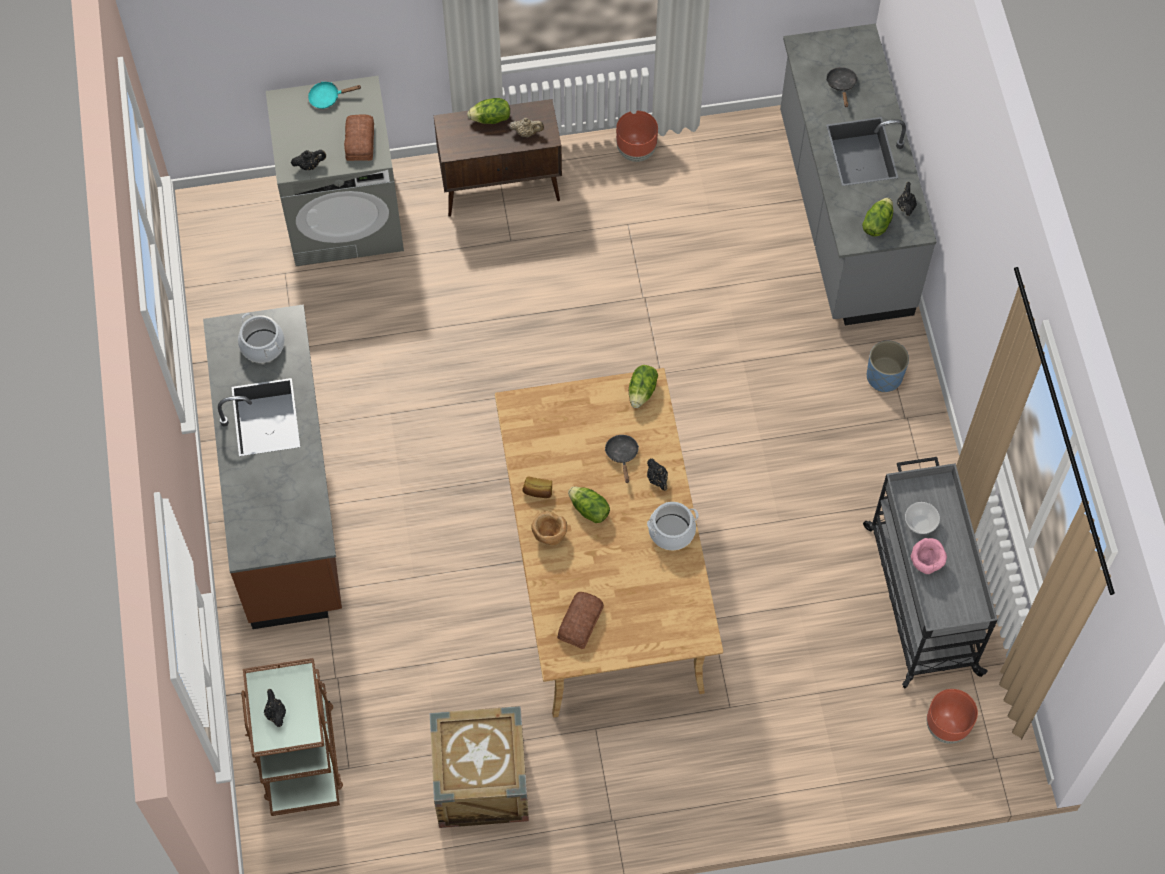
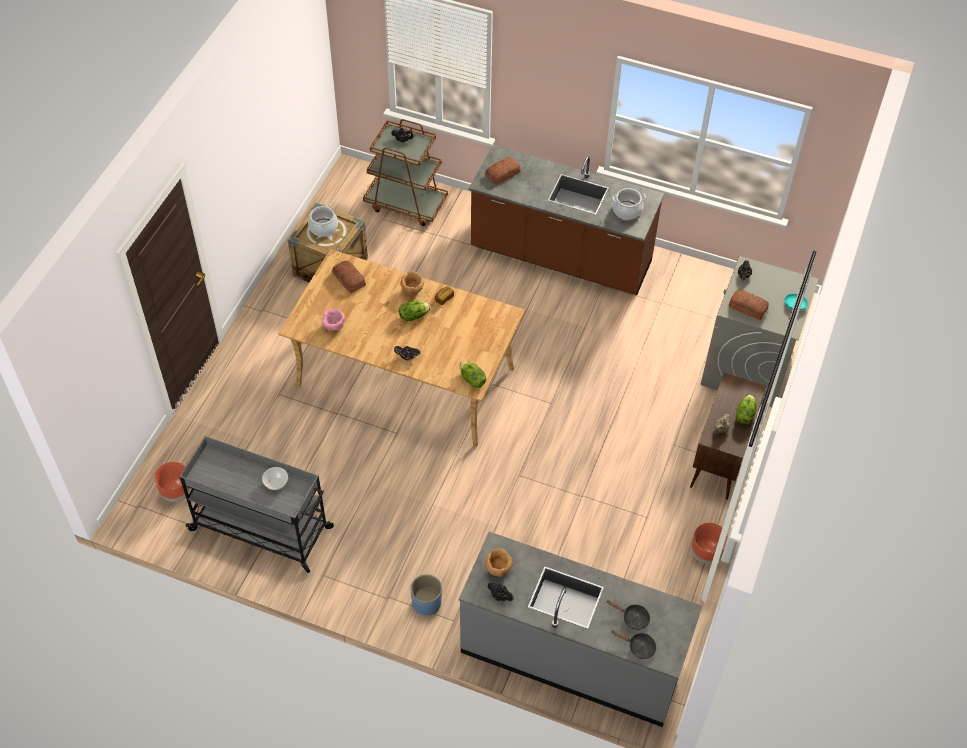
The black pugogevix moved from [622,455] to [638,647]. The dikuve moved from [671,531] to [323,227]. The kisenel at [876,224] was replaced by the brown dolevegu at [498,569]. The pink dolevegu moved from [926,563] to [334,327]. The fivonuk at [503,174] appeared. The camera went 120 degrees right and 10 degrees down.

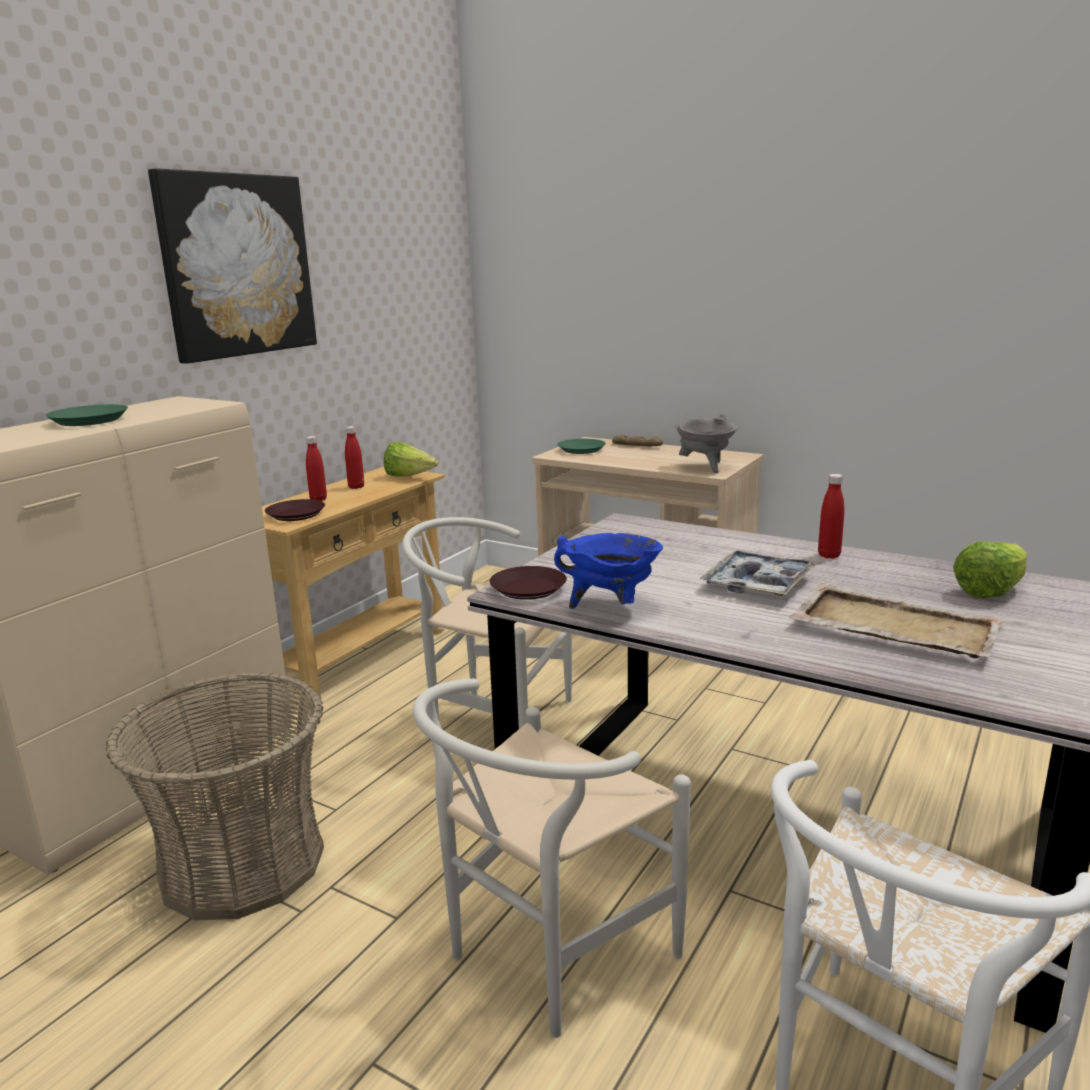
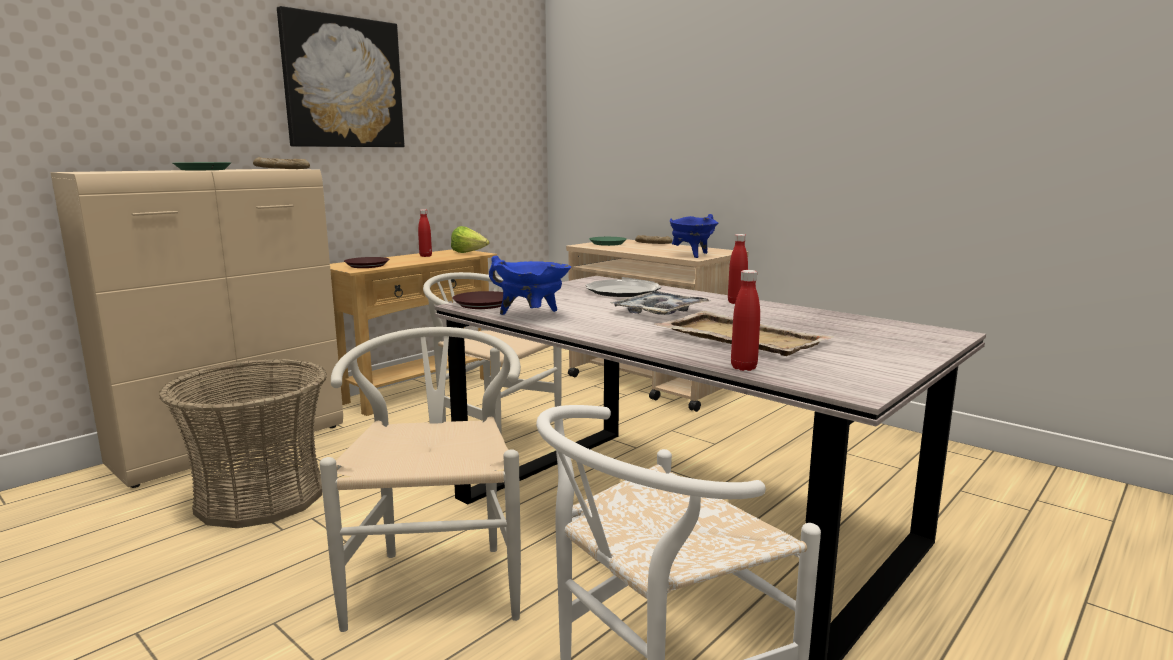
The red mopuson moved from [318,499] to [743,368]. The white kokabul at [545,957] turned 120 degrees clockwise. The grey dikuve at [705,467] became the blue dikuve at [691,255]. The kisenel at [990,591] disappeared. The fivonuk at [282,169] appeared. The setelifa at [622,291] appeared. The camera went 10 degrees right and 5 degrees down.

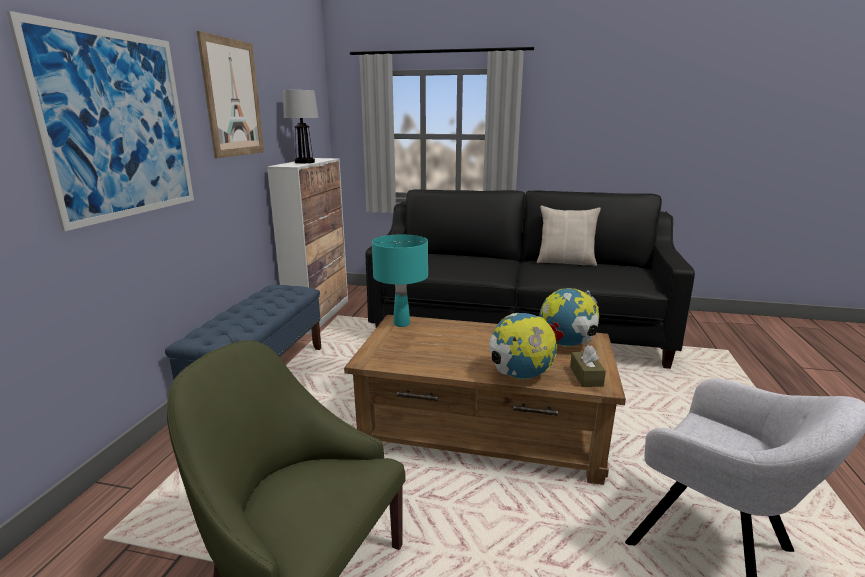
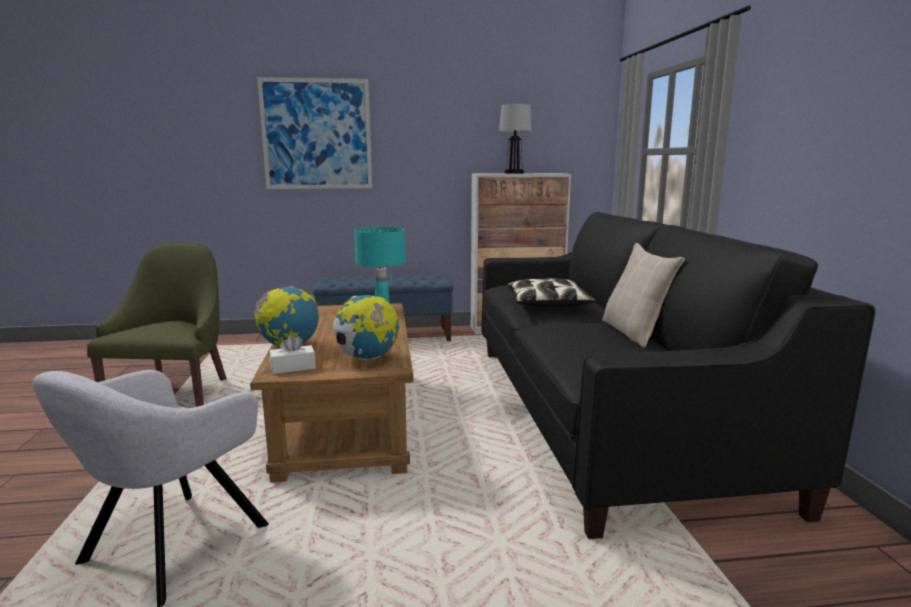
The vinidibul at [233,98] disappeared. The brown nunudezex at [586,376] became the white nunudezex at [293,367]. The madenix at [547,303] appeared. The camera went 70 degrees right and 5 degrees down.

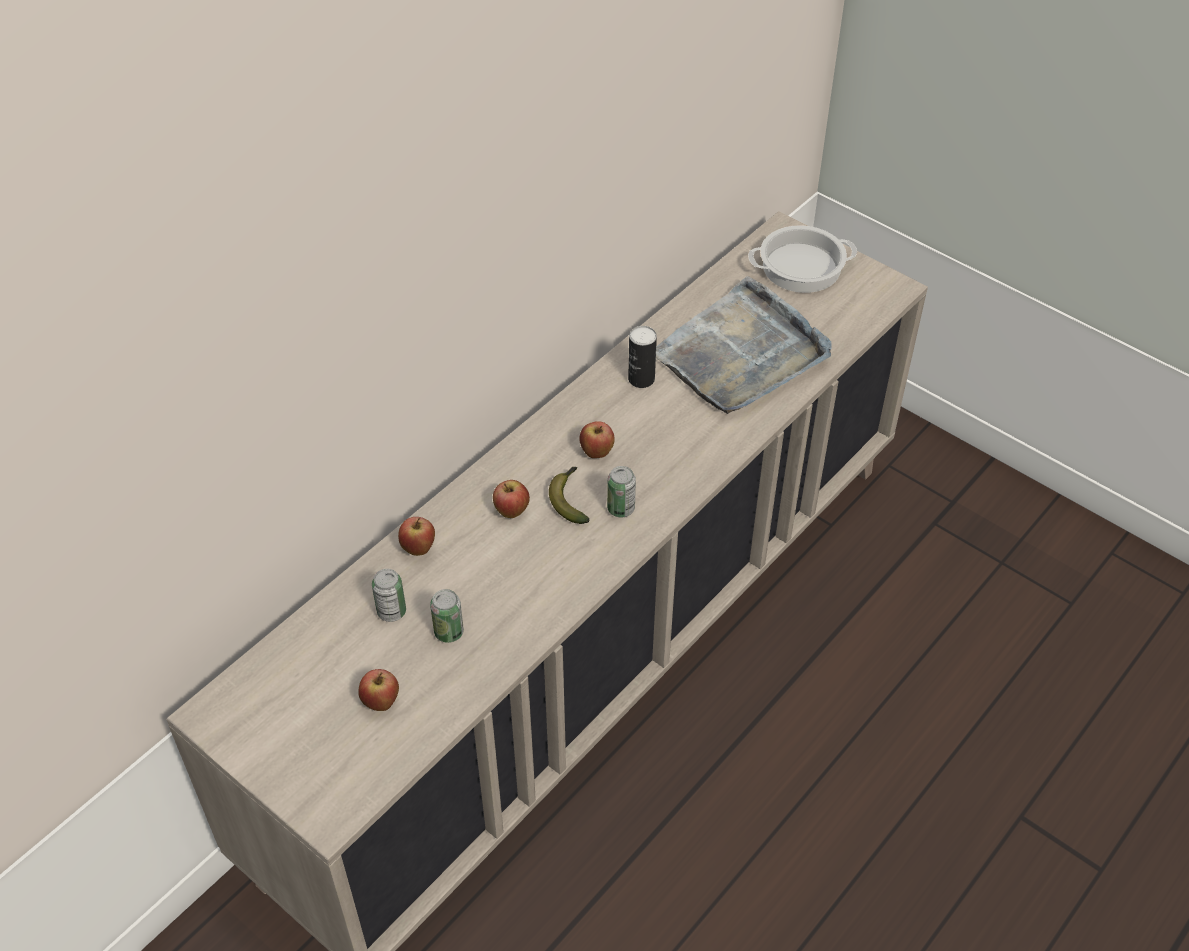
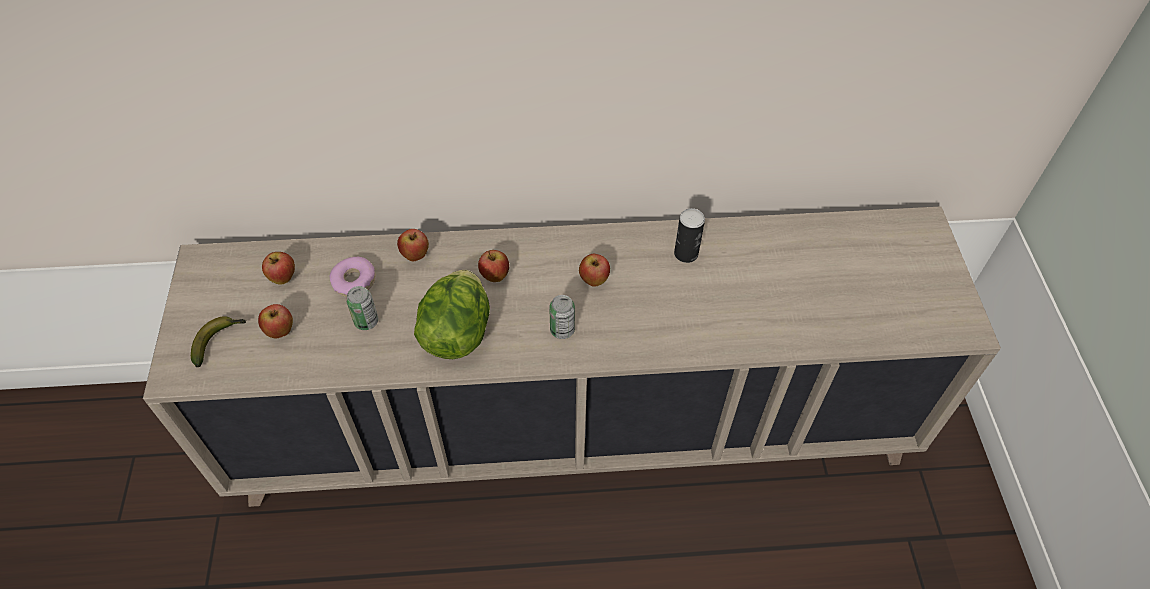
The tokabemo at [391,611] was replaced by the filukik at [354,281]. The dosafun moved from [569,499] to [218,341]. The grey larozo at [741,353] disappeared. The dikuve at [801,266] disappeared. The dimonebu at [283,278] appeared. The kisenel at [457,333] appeared. The camera went 45 degrees right and 5 degrees up.

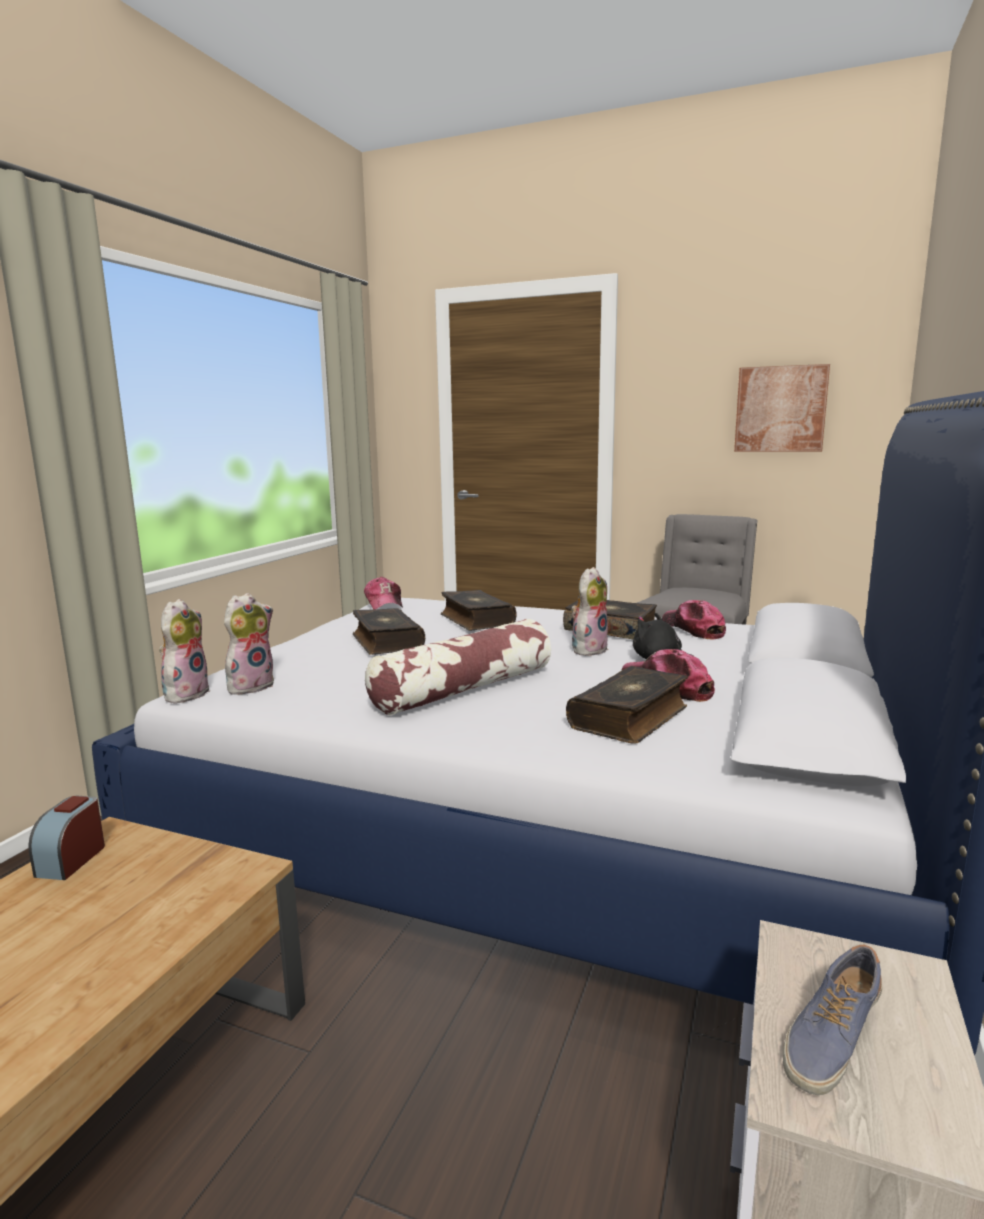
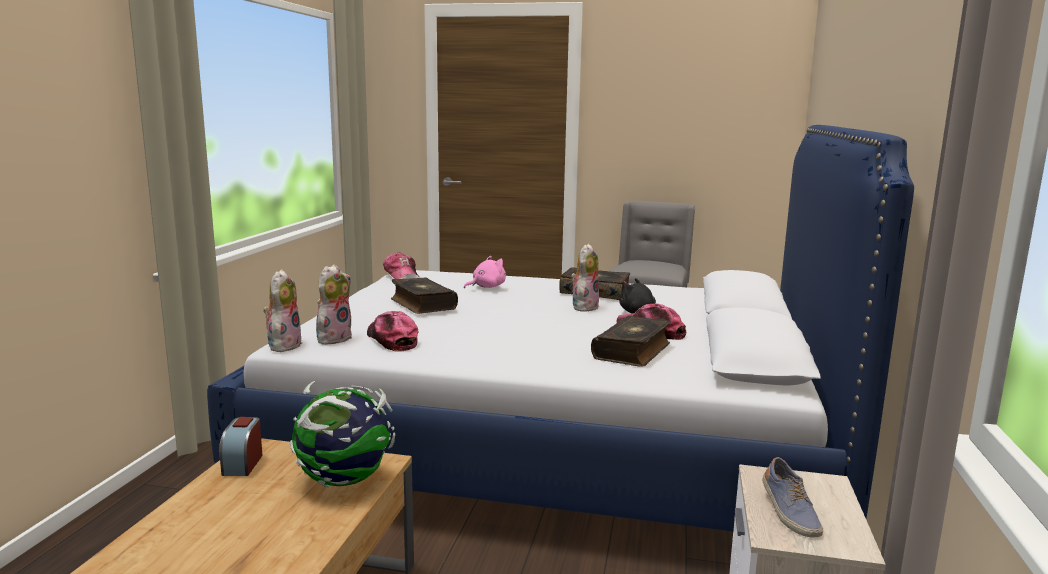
The madenix at [463,689] disappeared. The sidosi at [475,620] was replaced by the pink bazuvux at [486,287]. The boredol moved from [693,629] to [391,340]. The vinidibul at [780,409] disappeared. The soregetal at [830,1038] turned 45 degrees counterclockwise. The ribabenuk at [344,480] appeared. The camera went 10 degrees left and 0 degrees up.

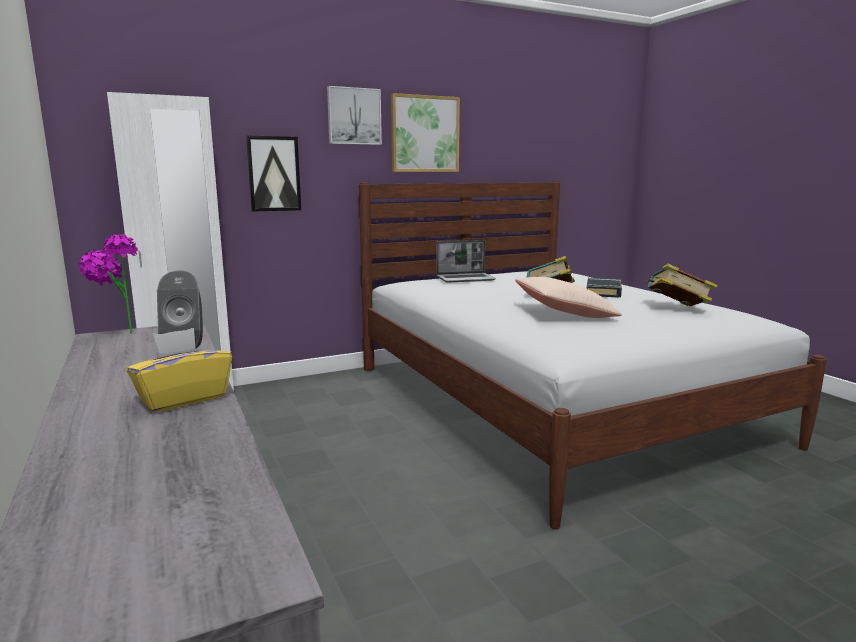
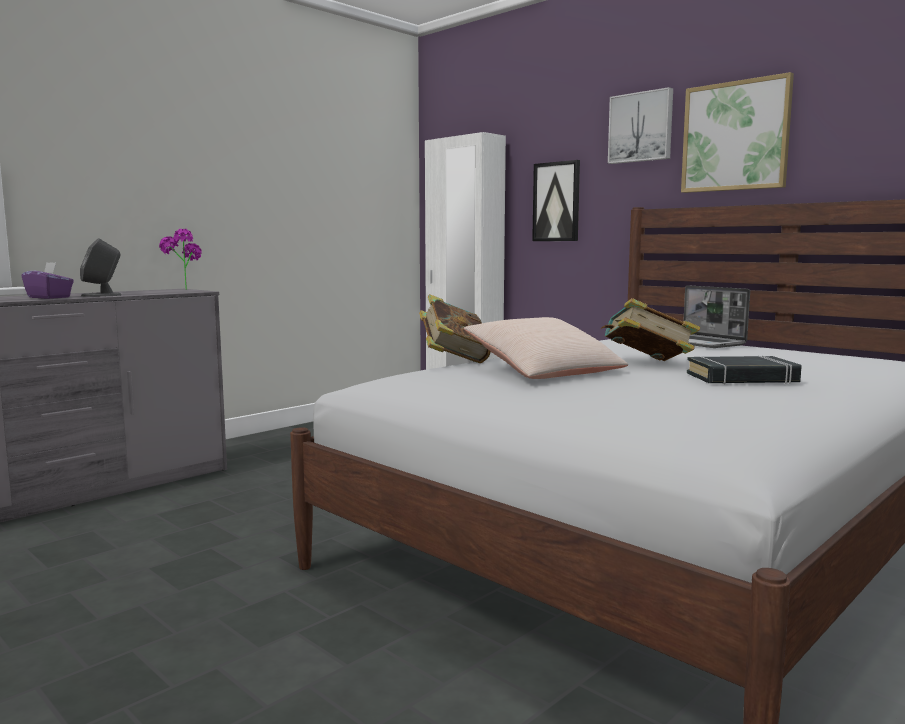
The yellow nunudezex at [183,398] became the purple nunudezex at [49,297]. The sidosi moved from [676,309] to [454,360]. The camera went 70 degrees right and 5 degrees down.

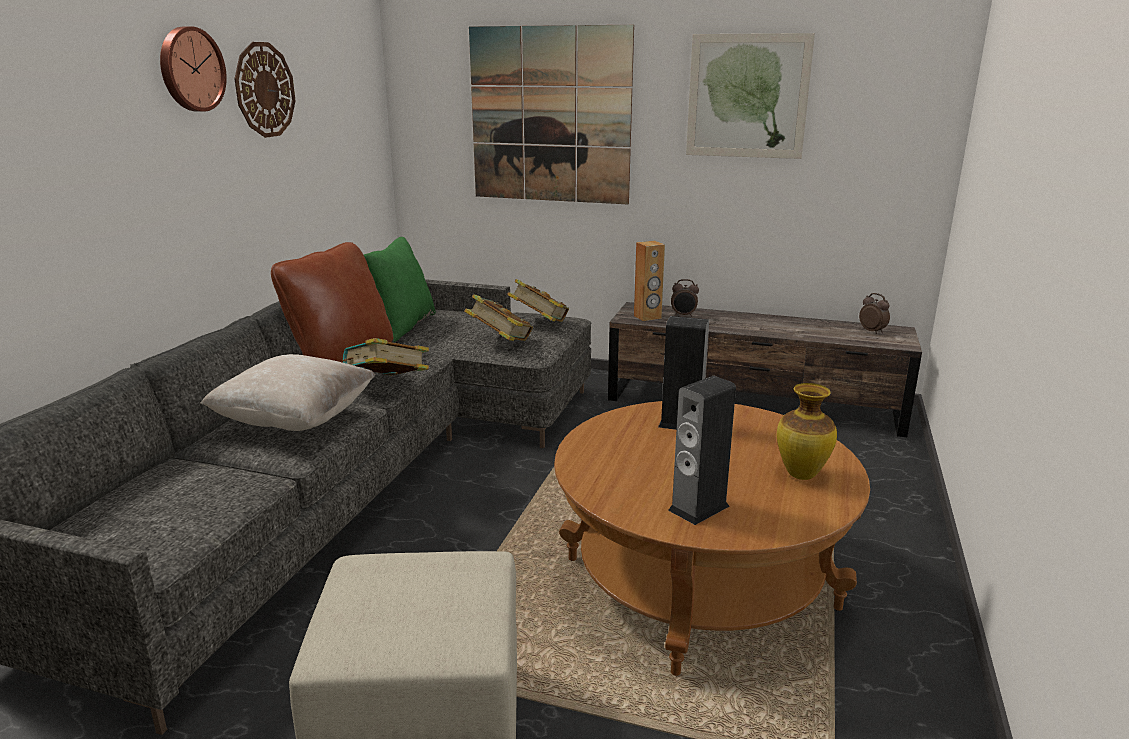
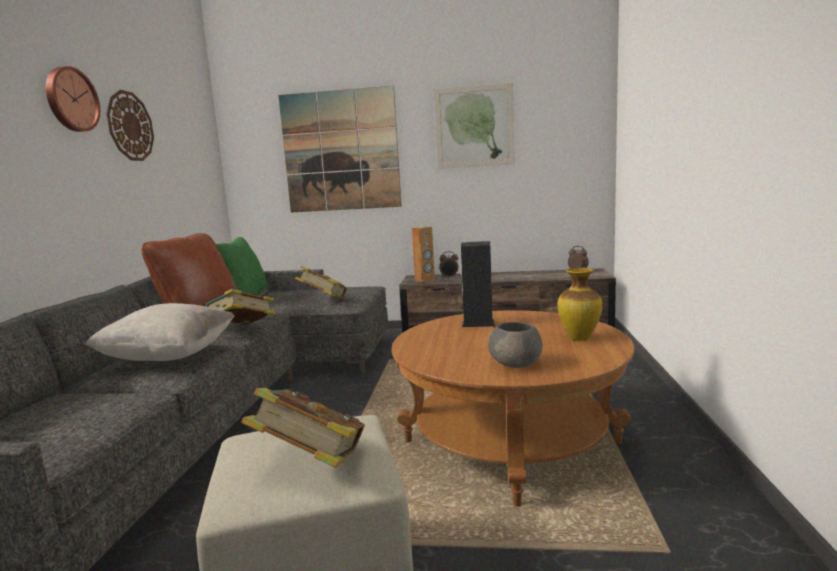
The sidosi moved from [539,324] to [311,464]. The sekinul at [698,508] was replaced by the grey dolevegu at [516,364]. The camera went 10 degrees left and 10 degrees down.

